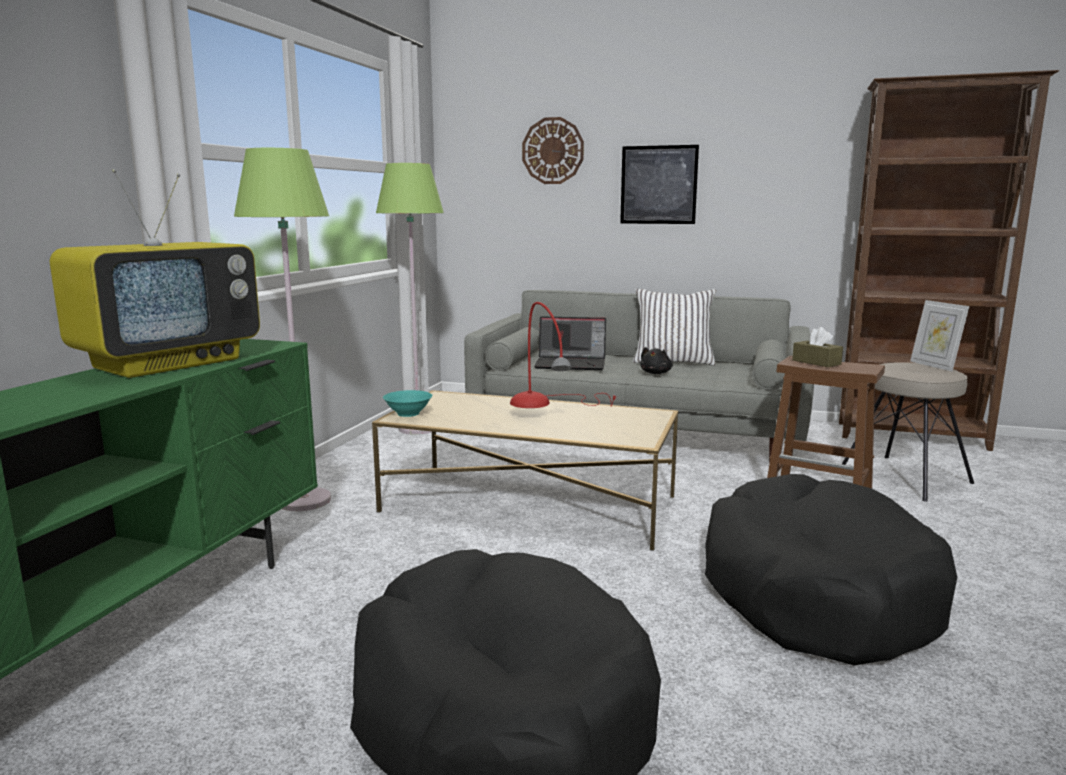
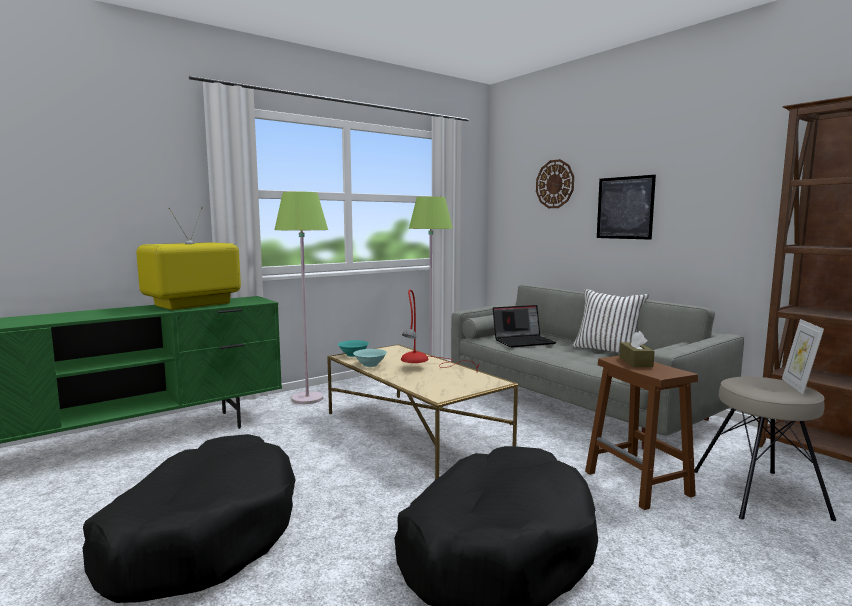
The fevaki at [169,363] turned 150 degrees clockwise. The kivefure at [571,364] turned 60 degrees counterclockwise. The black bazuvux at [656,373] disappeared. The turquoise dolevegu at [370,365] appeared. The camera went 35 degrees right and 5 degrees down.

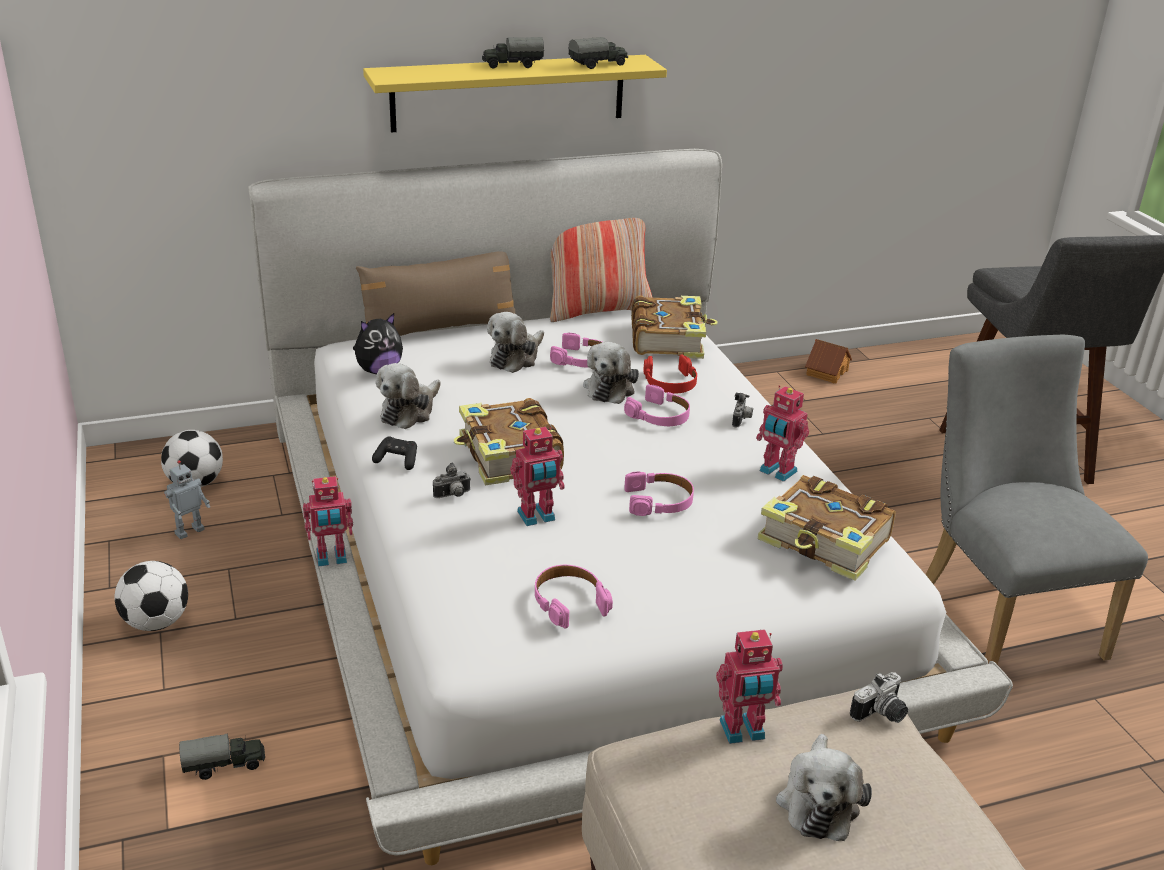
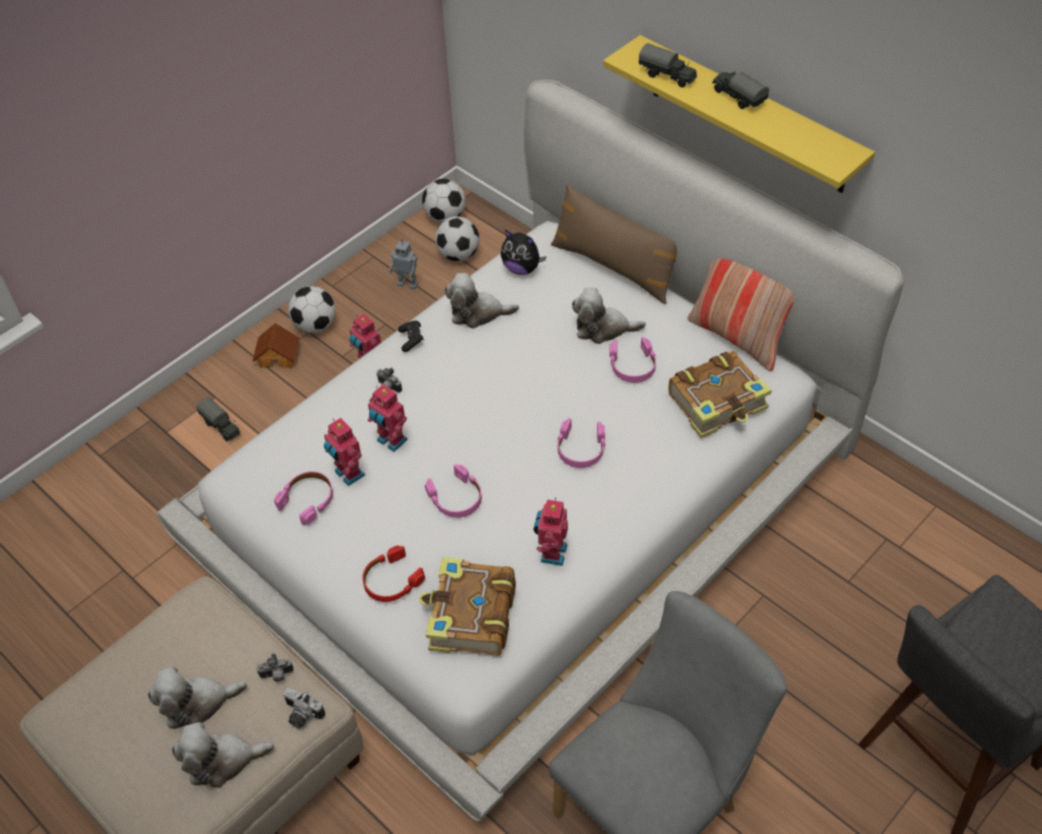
The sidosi at [508,456] disappeared. The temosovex moved from [598,65] to [668,76]. The bazuvux moved from [610,387] to [222,761]. The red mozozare moved from [670,382] to [391,581]. The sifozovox moved from [743,732] to [348,474]. The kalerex moved from [741,420] to [277,675]. The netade moved from [826,372] to [278,356]. The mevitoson at [445,217] appeared. The camera went 65 degrees right and 20 degrees up.

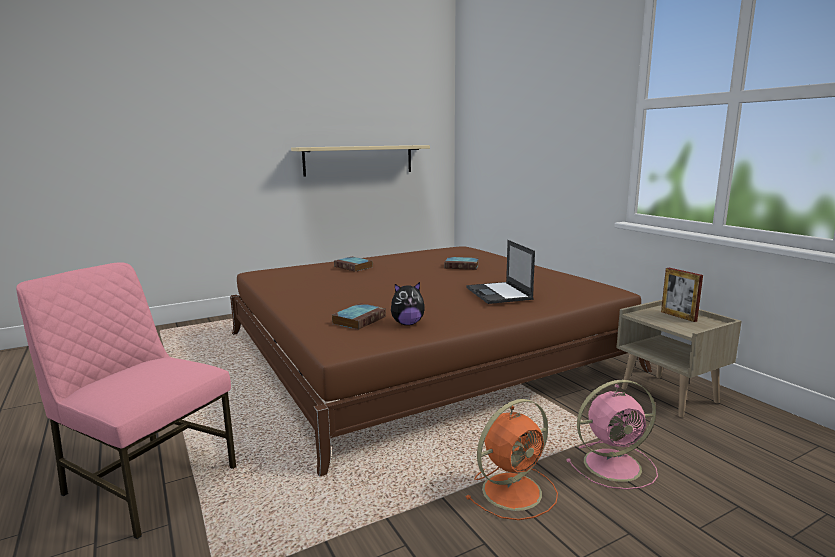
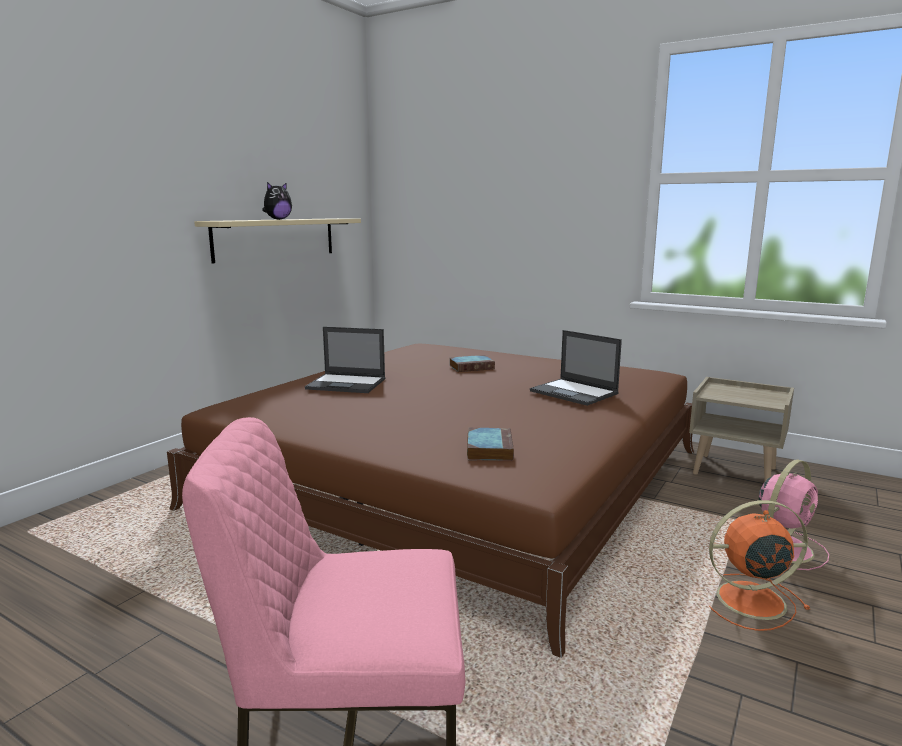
The sidosi at [354,267] was replaced by the kivefure at [347,384]. The bazuvux moved from [407,323] to [278,219]. The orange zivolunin at [514,490] turned 120 degrees counterclockwise. The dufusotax at [678,316] disappeared. The camera went 30 degrees left and 0 degrees up.

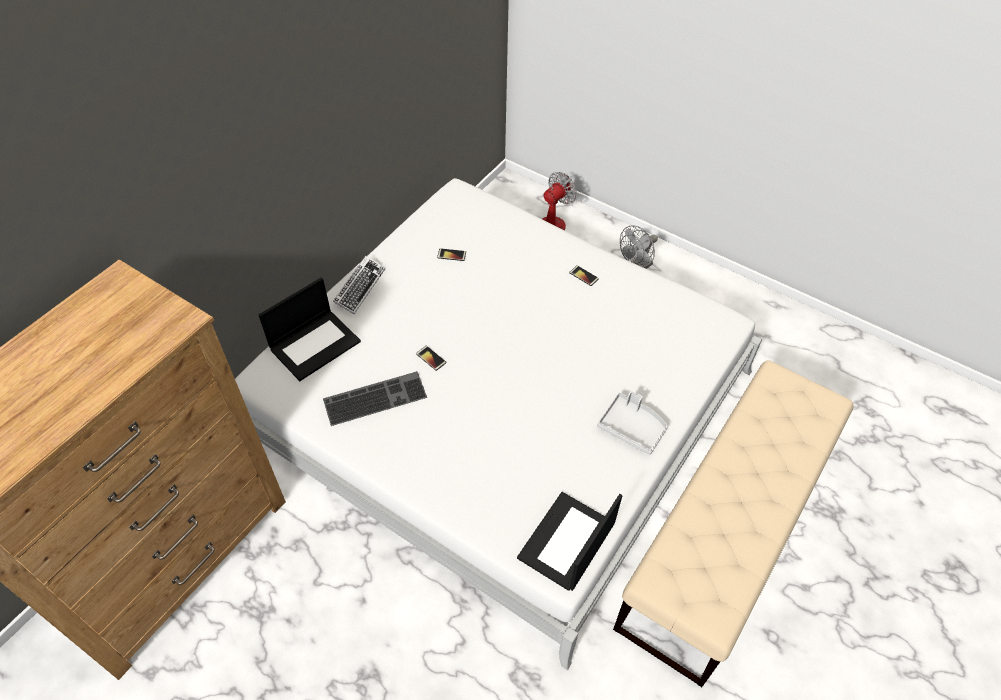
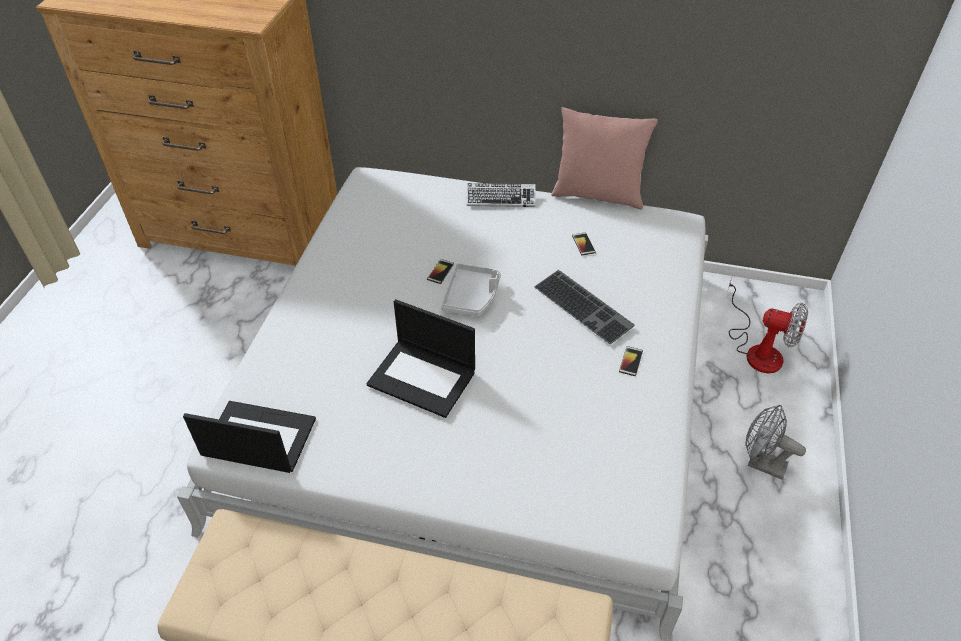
The kivefure moved from [315,344] to [423,378]. The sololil moved from [375,397] to [585,306]. The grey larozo moved from [632,427] to [472,296]. The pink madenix at [597,194] appeared. The camera went 70 degrees right and 5 degrees down.

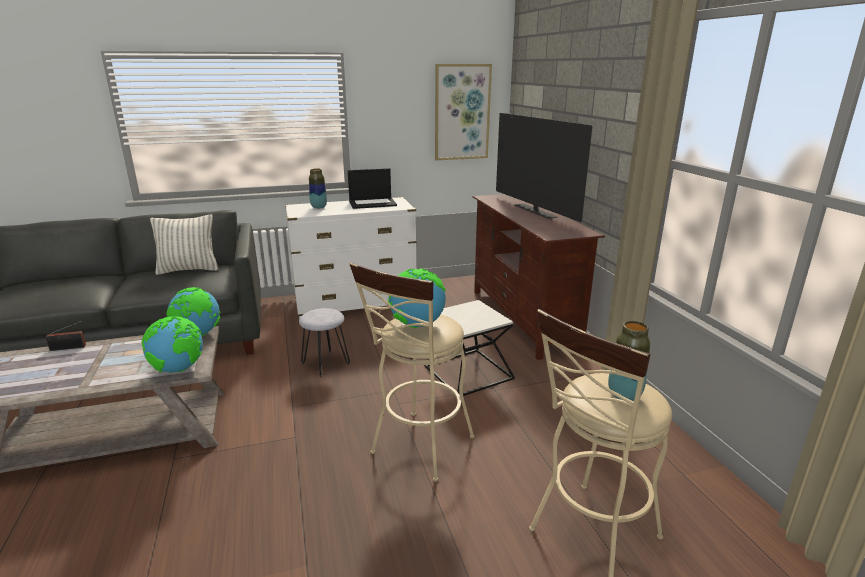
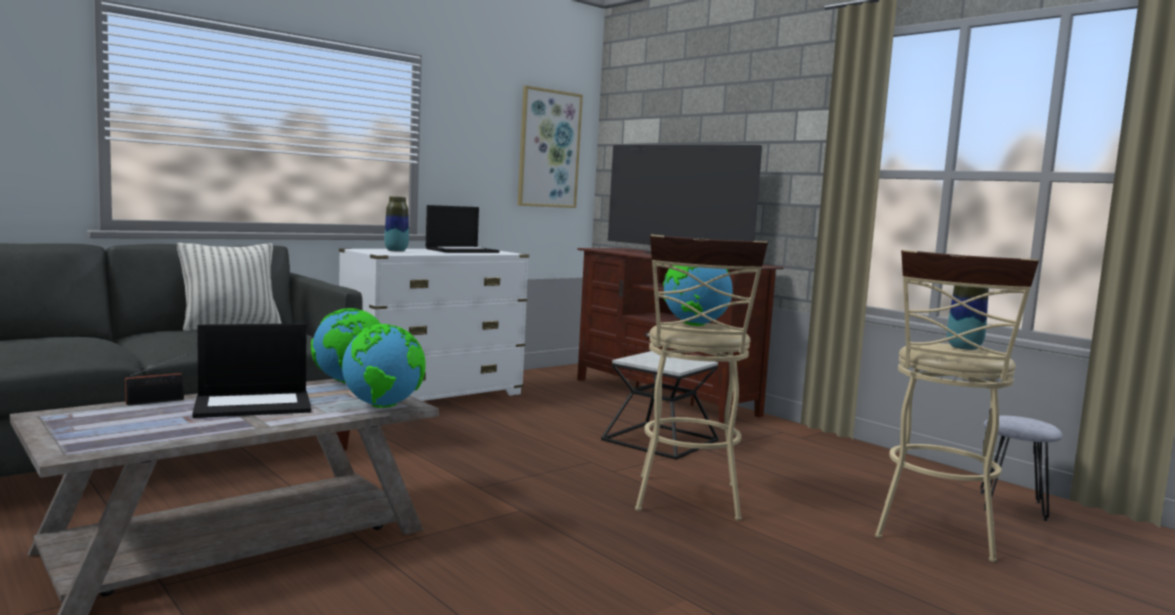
The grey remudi moved from [326,363] to [1012,506]. The kivefure at [254,404] appeared. The camera went 25 degrees left and 15 degrees down.

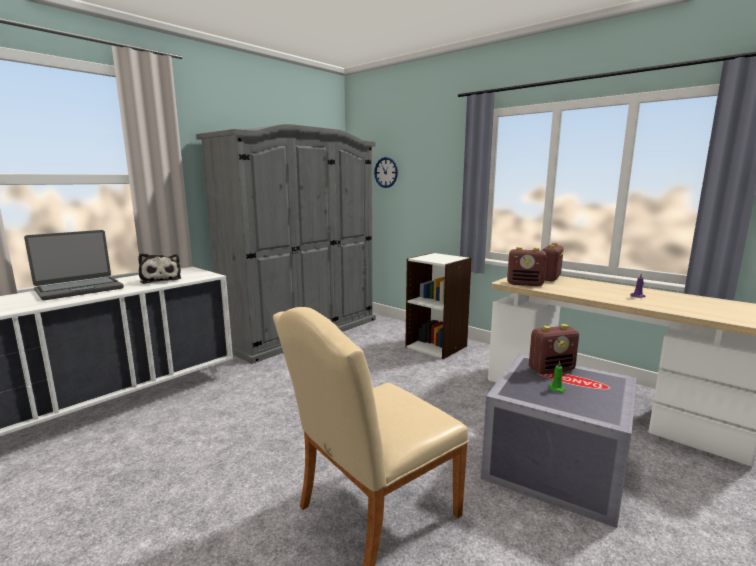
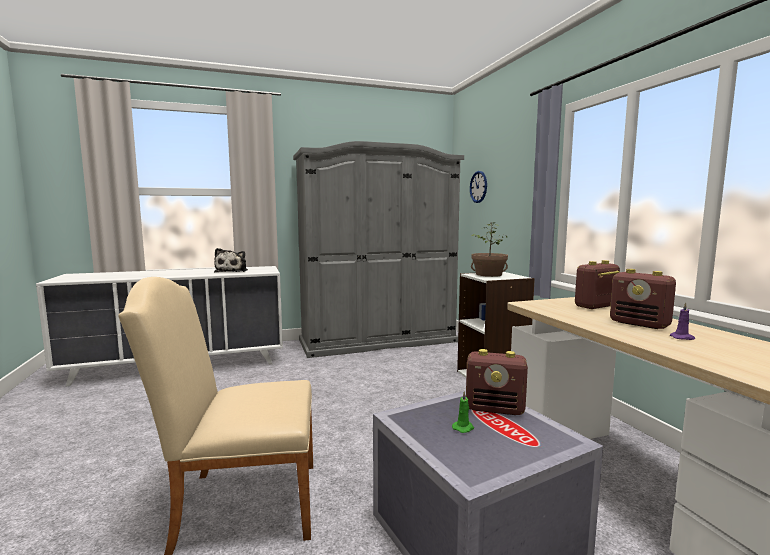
The kivefure at [79,289] disappeared. The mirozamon moved from [525,284] to [640,324]. The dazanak at [488,274] appeared. The camera went 30 degrees right and 5 degrees down.

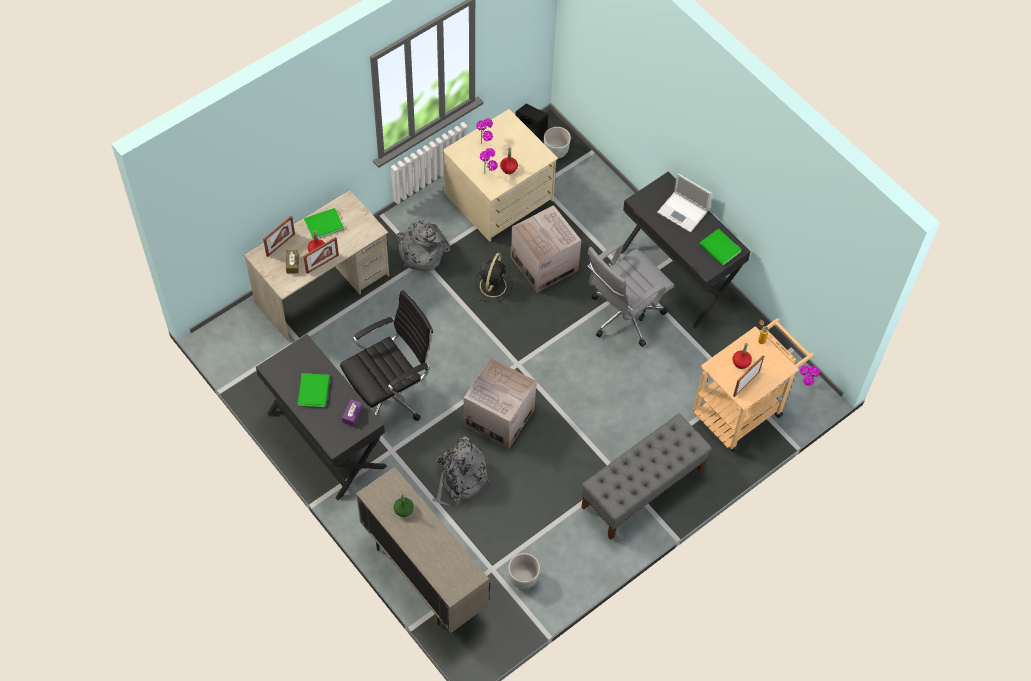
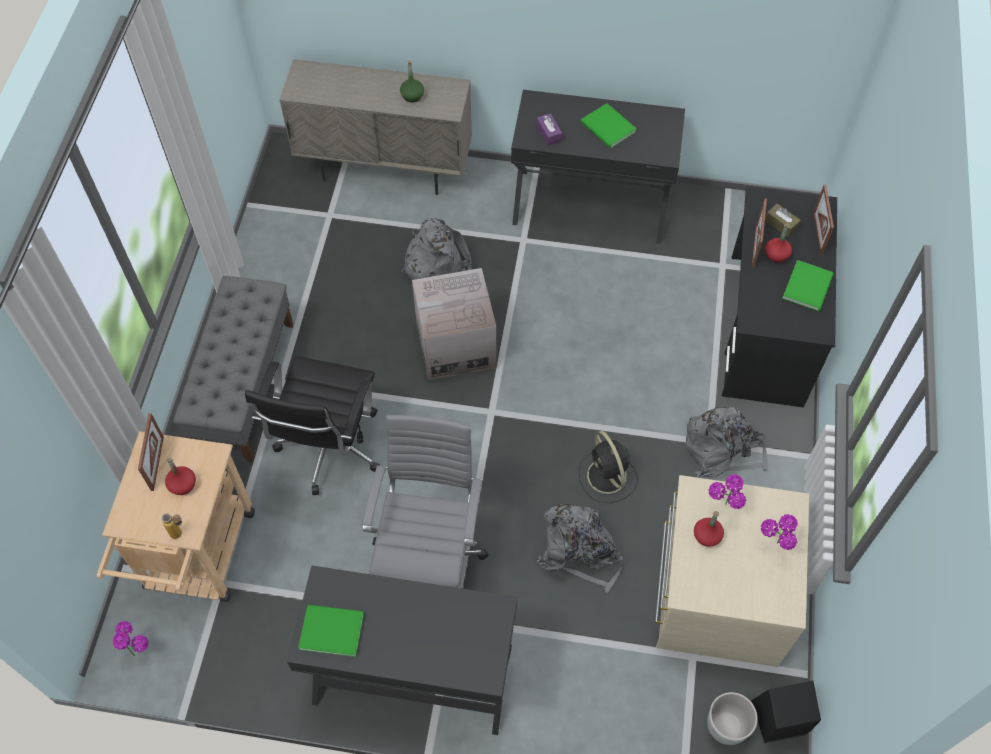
The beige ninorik at [322,288] became the black ninorik at [765,329]. The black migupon moved from [391,396] to [329,450]. The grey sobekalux at [523,579] disappeared. The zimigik at [544,264] was replaced by the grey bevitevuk at [580,551]. The kivefure at [683,212] disappeared. The camera went 140 degrees right and 0 degrees up.

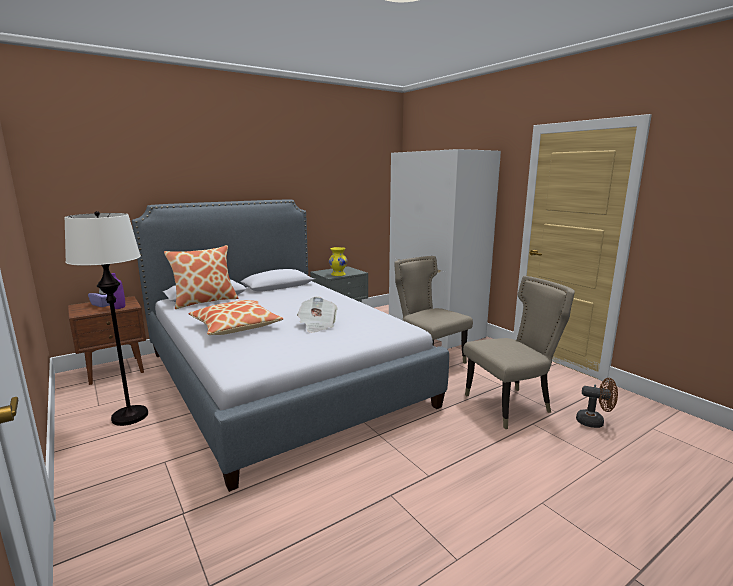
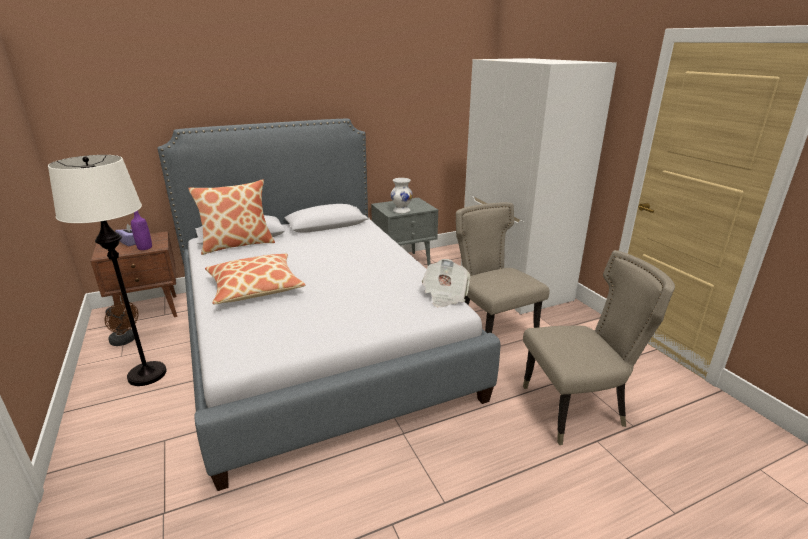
The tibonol moved from [317,325] to [445,295]. The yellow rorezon at [338,274] became the white rorezon at [401,211]. The brown zivolunin moved from [594,422] to [125,341]. The camera went 10 degrees right and 10 degrees up.

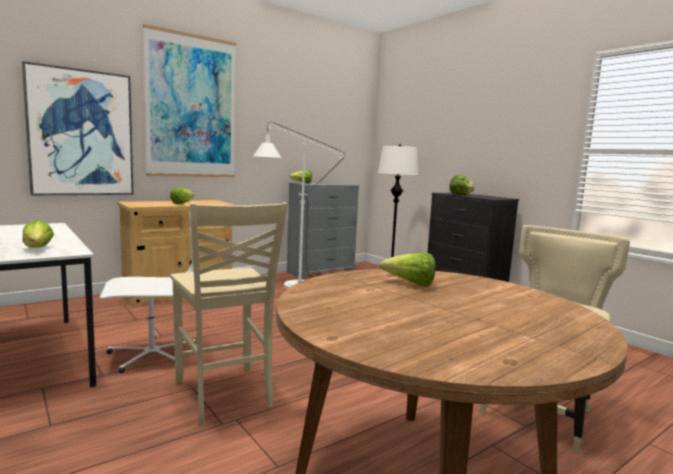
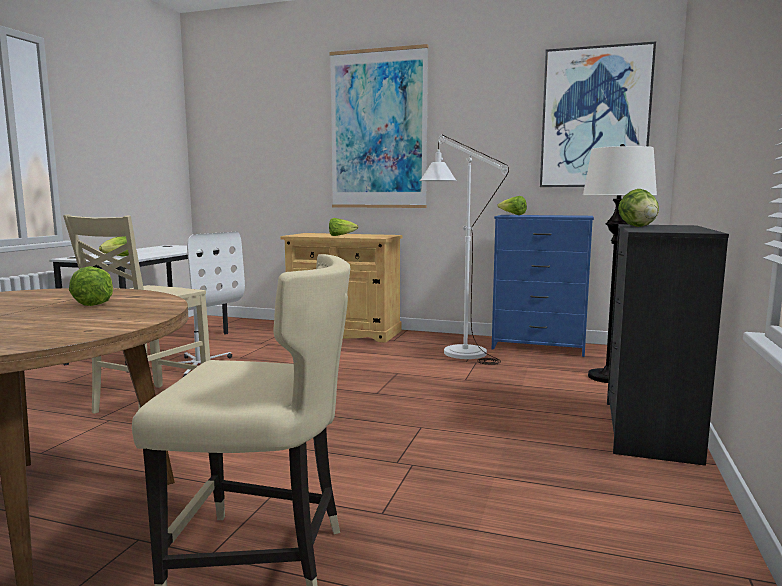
The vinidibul moved from [81,133] to [595,118]. The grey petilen at [321,273] became the blue petilen at [538,347]. The camera went 55 degrees right and 0 degrees up.

